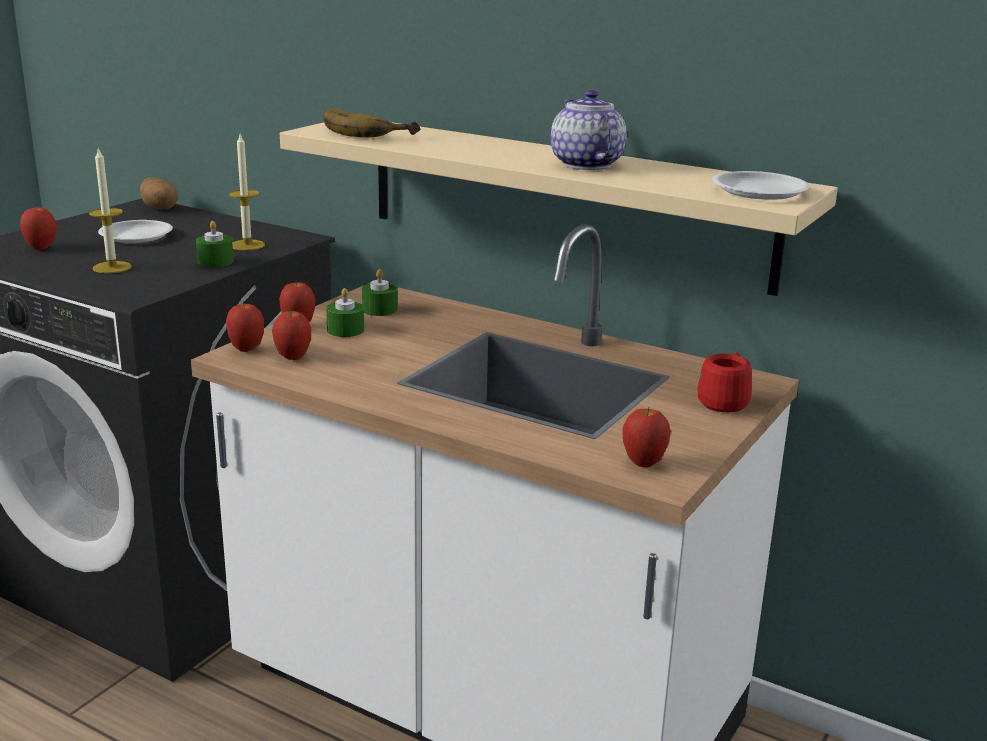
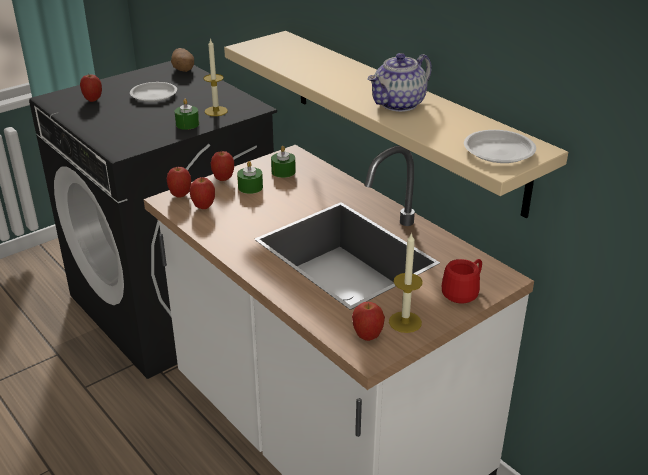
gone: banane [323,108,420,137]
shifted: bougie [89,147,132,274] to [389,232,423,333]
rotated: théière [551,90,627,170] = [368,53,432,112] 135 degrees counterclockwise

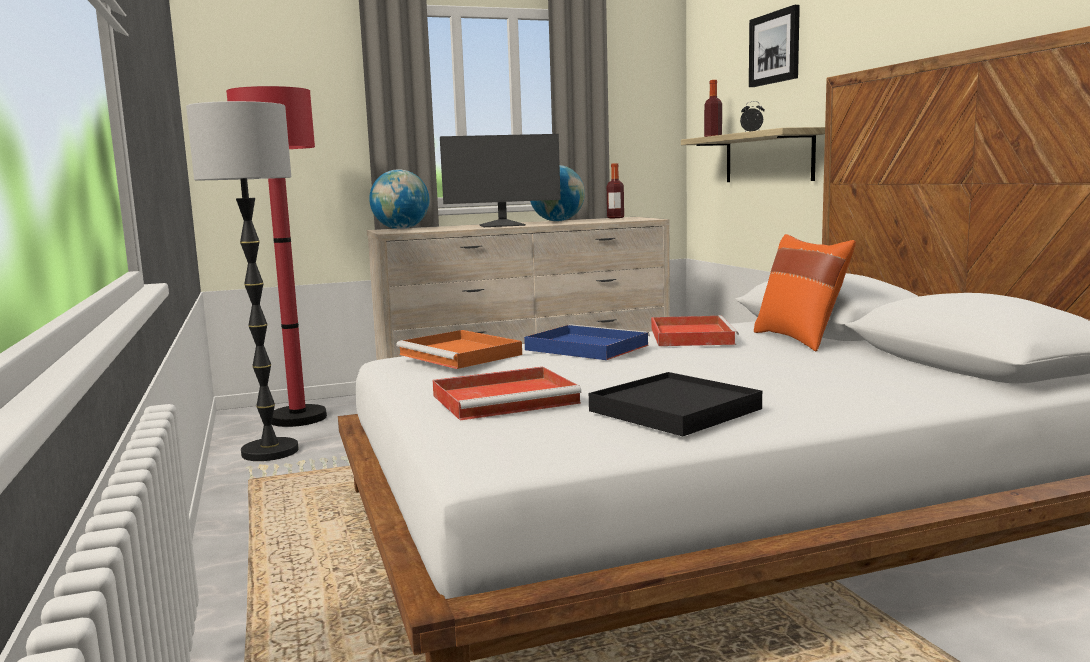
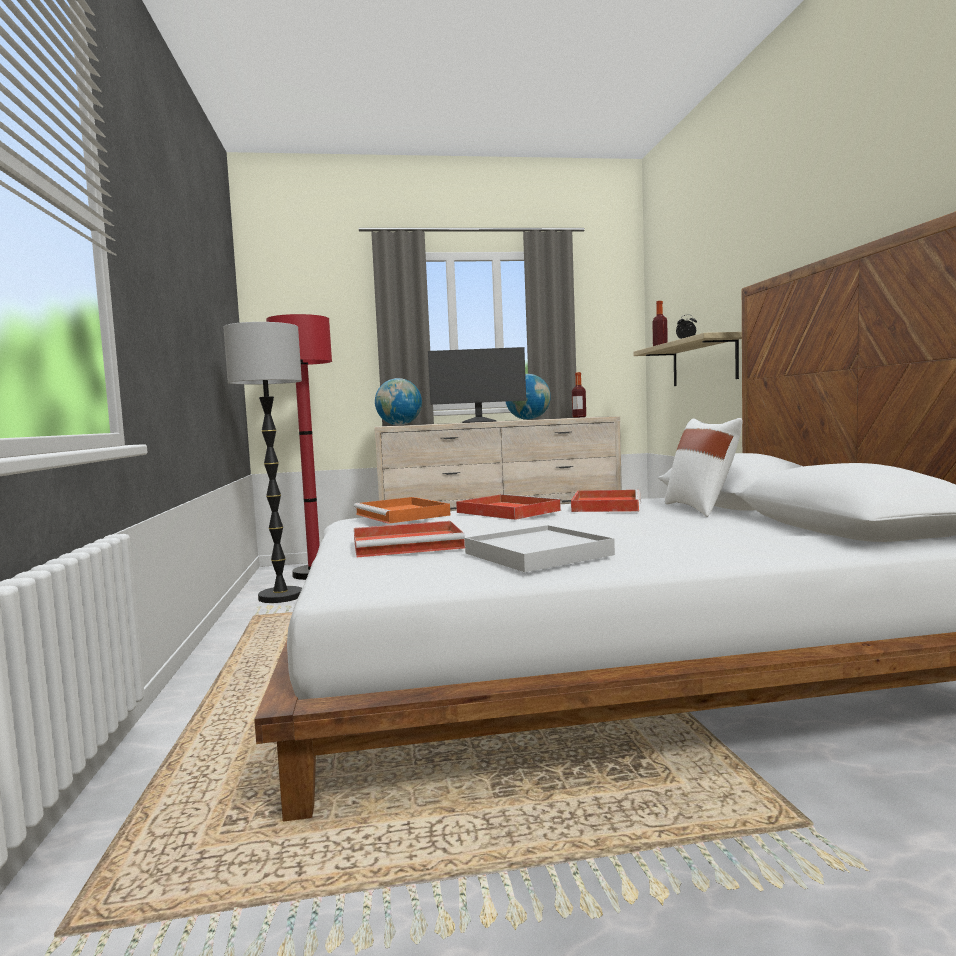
gone: tableau [749,5,800,87]
repainted: coussin [orange] [754,234,856,351] to coussin [blanc] [665,418,743,517]; plateau [bleu] [524,324,650,360] to plateau [rouge] [456,494,562,520]; plateau [noir] [589,372,762,436] to plateau [blanc] [465,525,615,572]

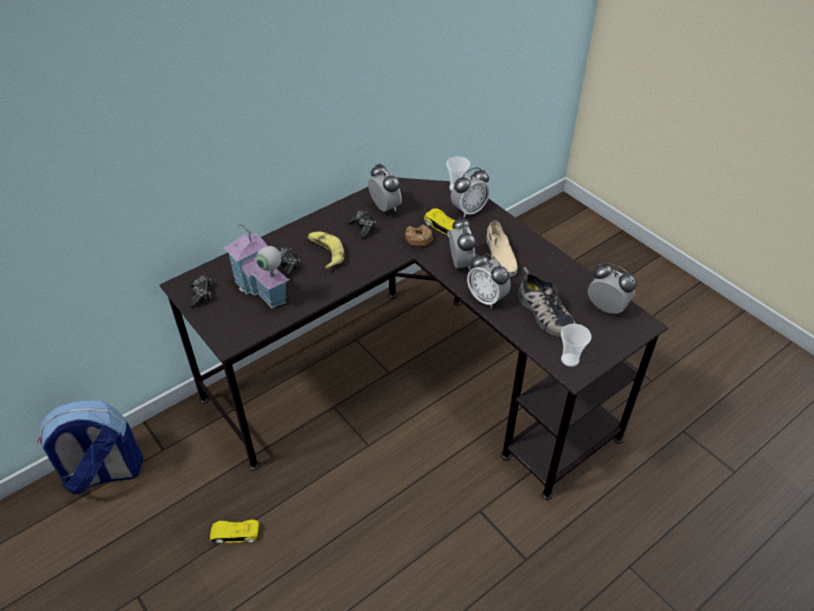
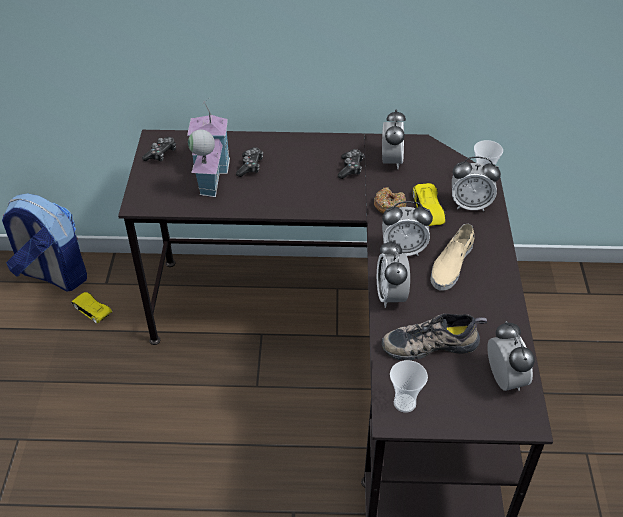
gone: banane [308,232,344,269]
shifted: petite voiture [jaune] [210,519,259,543] to [71,292,112,323]
rotated: réveil [449,217,476,271] = [382,201,433,256] 60 degrees clockwise; chaussure [517,267,576,337] = [382,314,487,360] 75 degrees clockwise

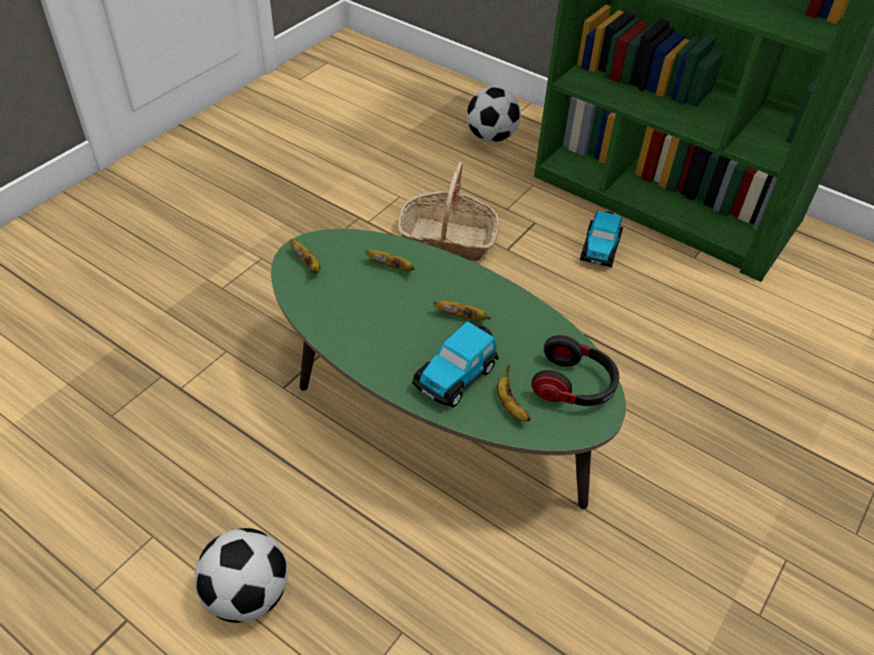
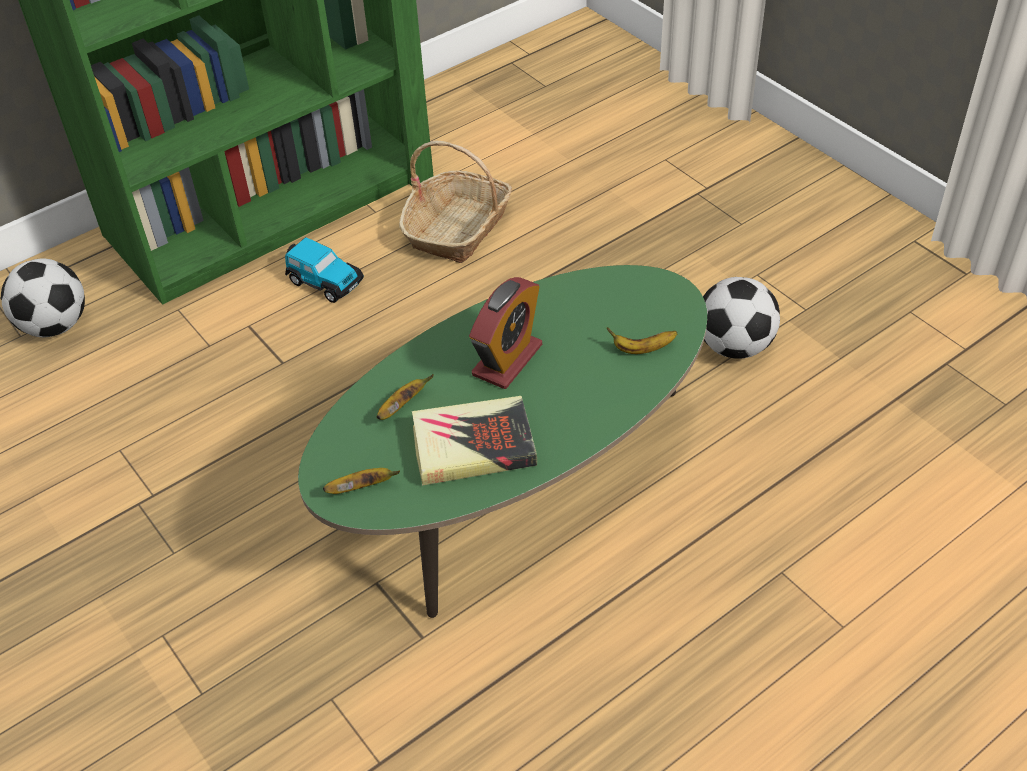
gone: petite voiture [412,321,499,407]; casque audio [532,335,619,406]
new: livre [412,396,537,486]
shifted: panier [398,162,499,261] to [399,140,512,263]; ballon de foot [194,528,288,623] to [703,277,780,359]
swapped: banane [434,300,491,321] to réveil [469,277,542,389]

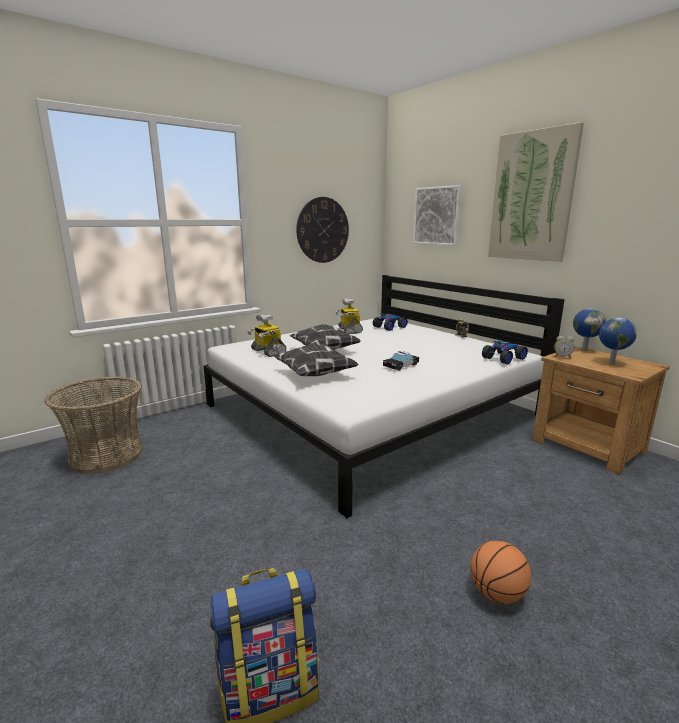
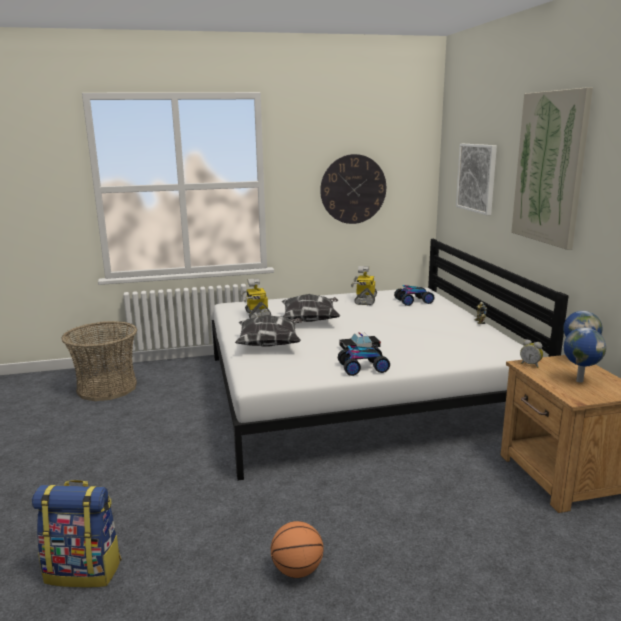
shifted: petite voiture [482,341,528,364] to [338,345,390,376]

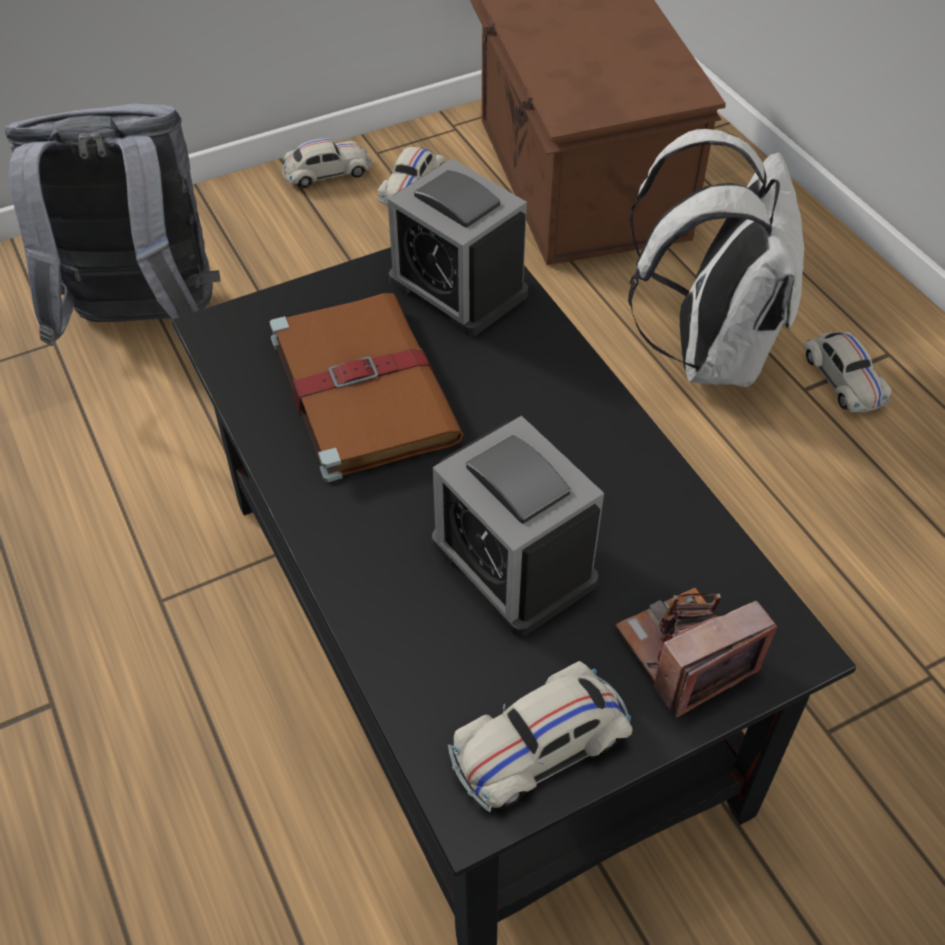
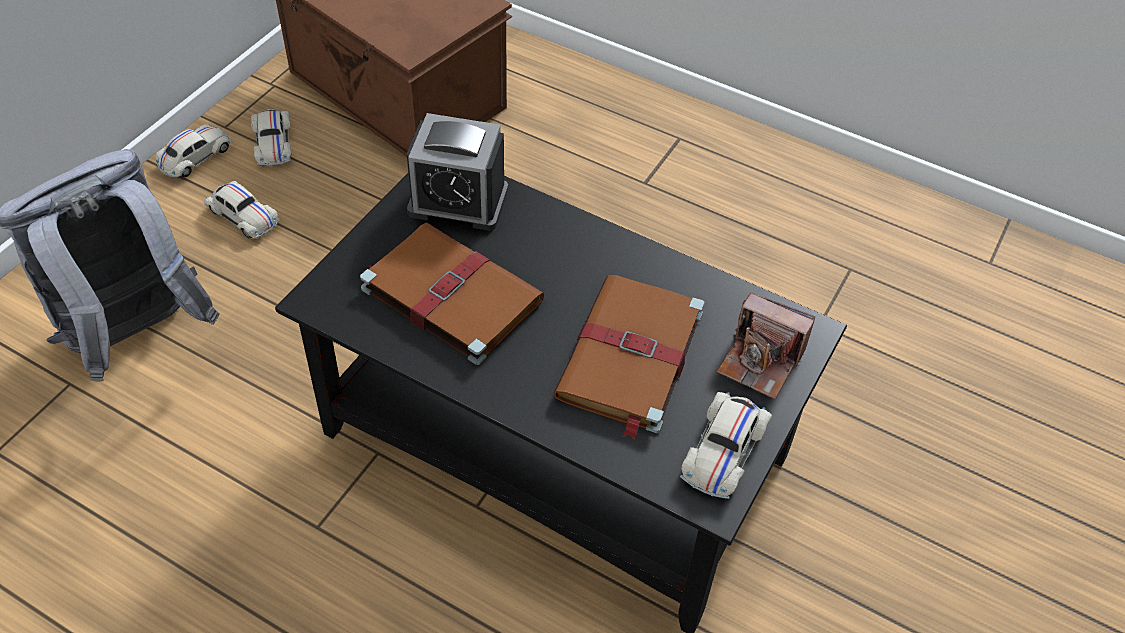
gone: sac à dos [blanc] [628,129,804,387]
shifted: petite voiture [blanc] [803,332,892,413] to [204,181,280,239]
swapped: réveil [432,416,604,636] to livre [marron] [553,275,705,440]
rotated: appareil photo [615,588,777,718] = [717,293,815,399] 90 degrees counterclockwise

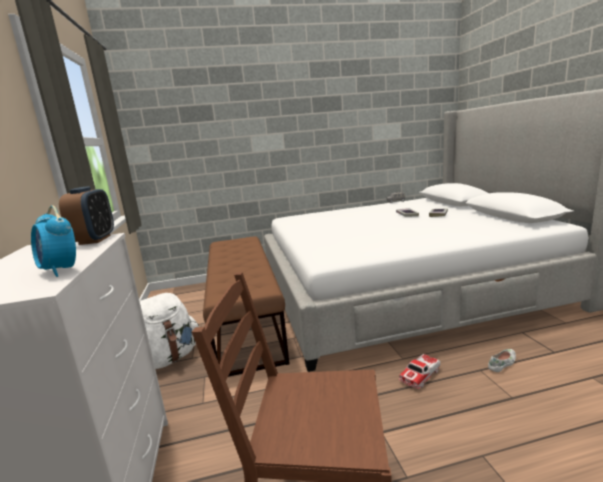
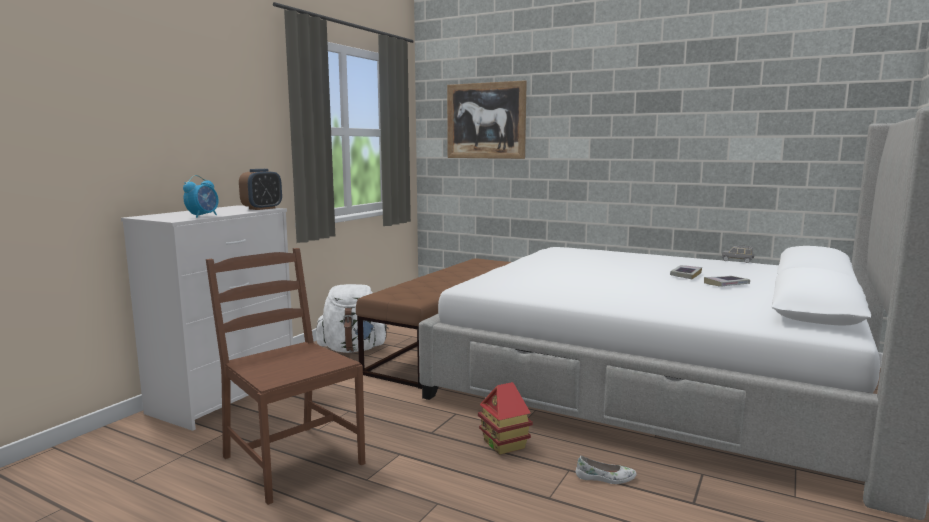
new: tableau [447,80,527,159]
swapped: petite voiture [399,354,440,389] to maison miniature [478,382,533,455]
rotated: réveil [31,205,76,277] = [183,175,219,218] 150 degrees counterclockwise

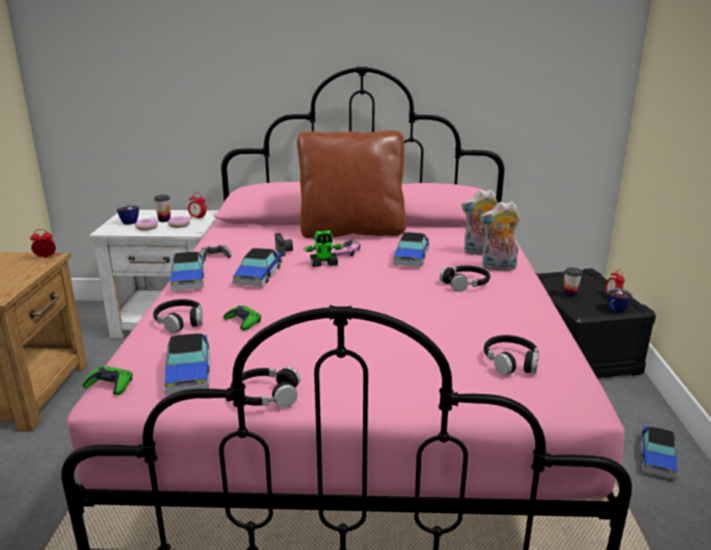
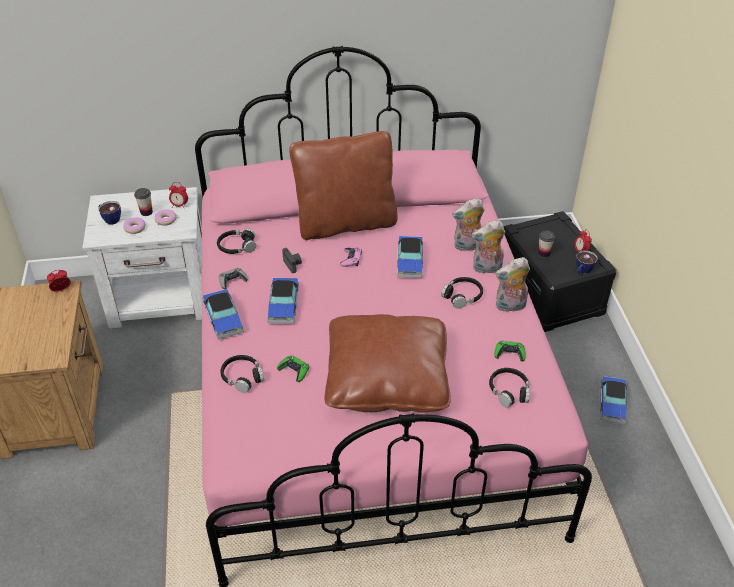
gone: robot jouet [303,230,345,267]; petite voiture [164,333,210,395]
new: peluche [495,257,530,312]; coussin [marron] [324,314,451,413]
shifted: manette [vert] [82,366,132,395] to [494,341,526,362]; casque audio [noir] [230,366,301,408] to [217,229,256,254]

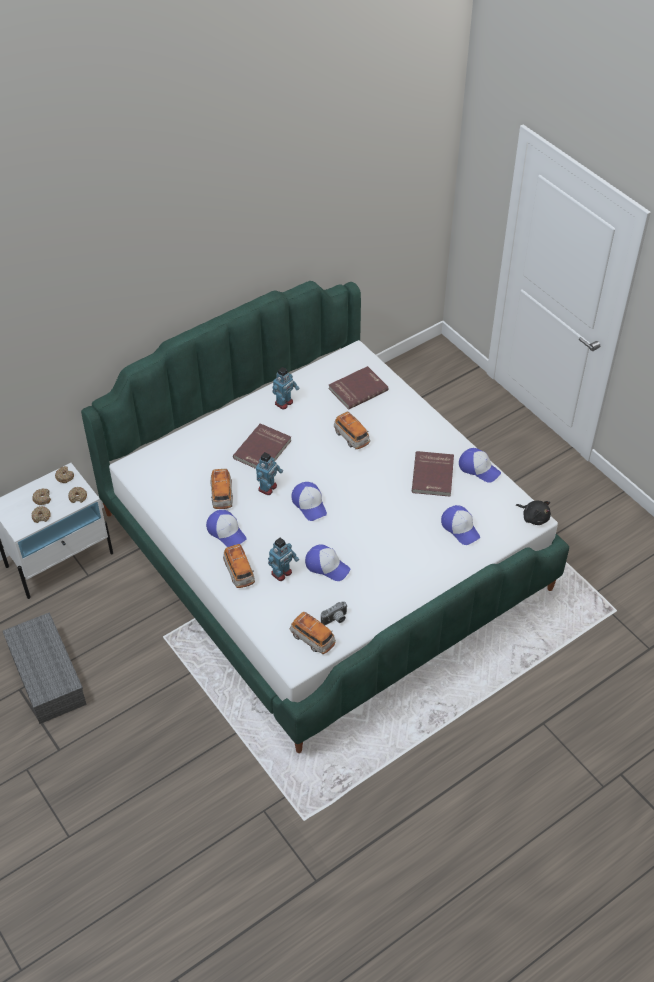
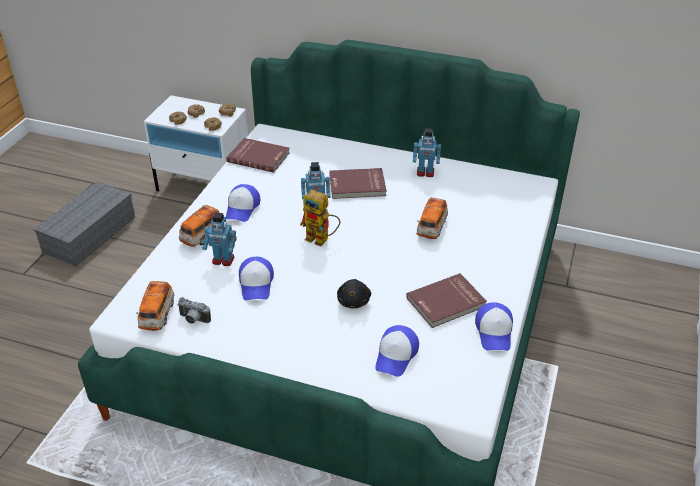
gone: petite voiture [210,469,233,509]
shifted: livre [rouge] [329,366,389,410] to [226,138,290,173]; peluche [noir] [515,501,551,525] to [337,279,371,308]
swapped: casquette [292,482,327,521] to robot jouet [300,189,340,246]

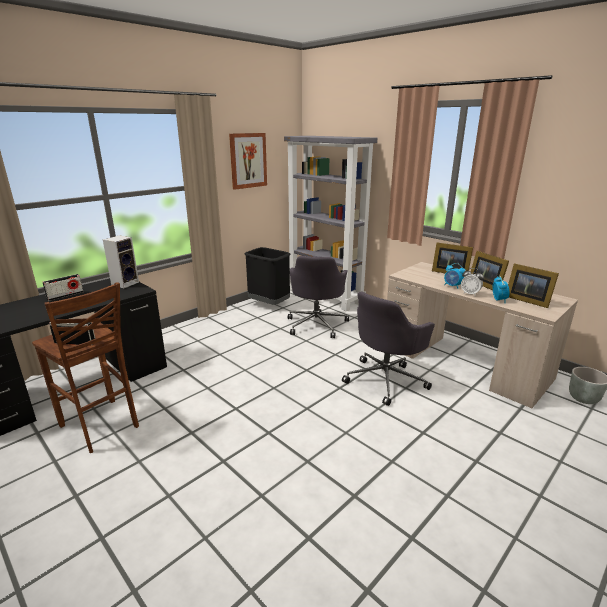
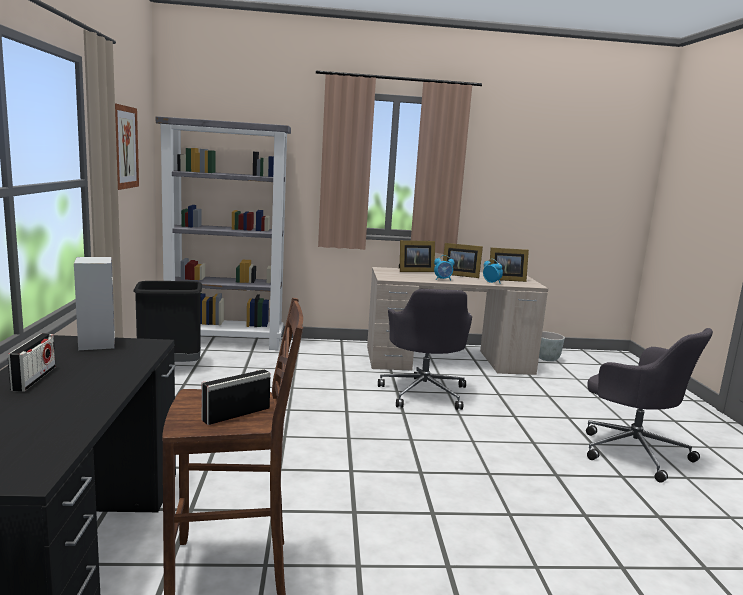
gone: réveil [461,268,484,296]
shifted: chaise de bureau [gris] [288,256,349,338] to [586,328,713,483]

